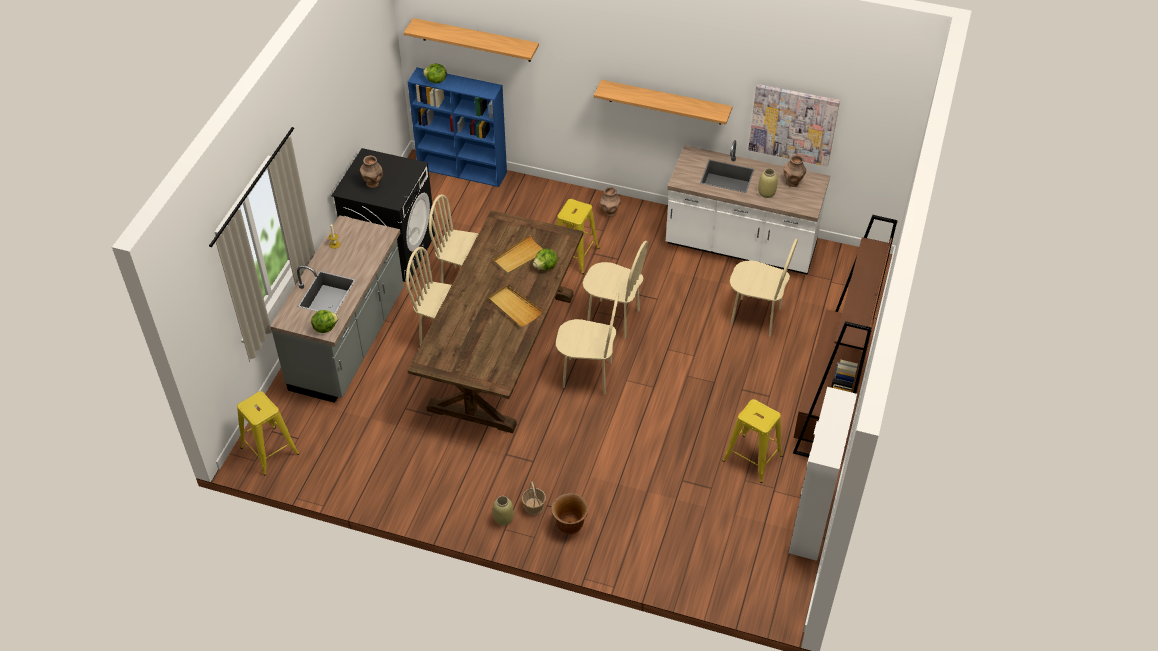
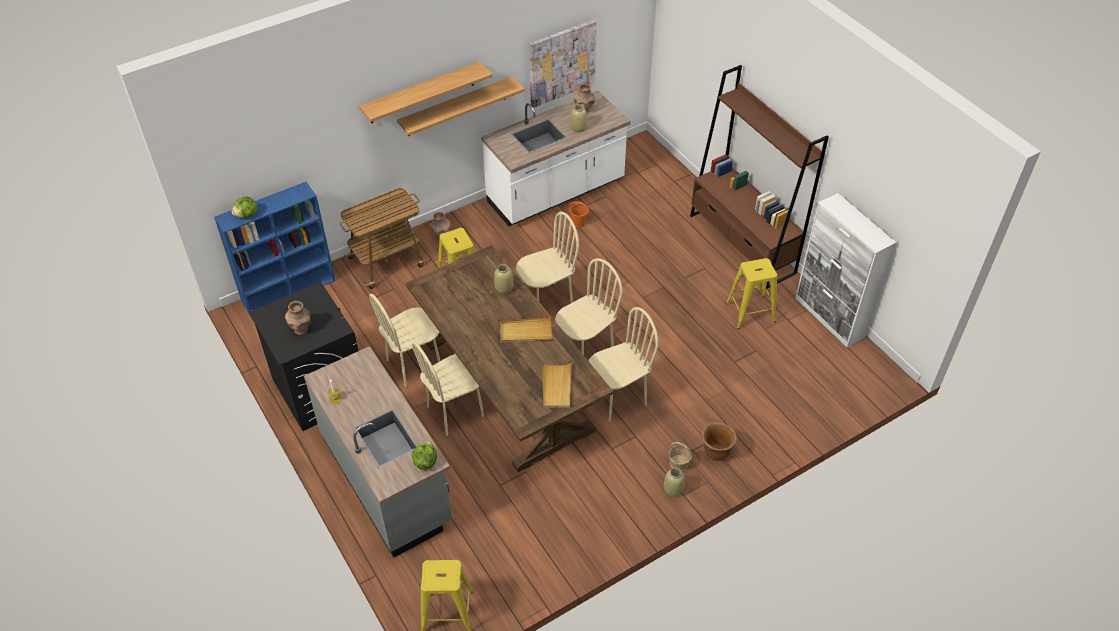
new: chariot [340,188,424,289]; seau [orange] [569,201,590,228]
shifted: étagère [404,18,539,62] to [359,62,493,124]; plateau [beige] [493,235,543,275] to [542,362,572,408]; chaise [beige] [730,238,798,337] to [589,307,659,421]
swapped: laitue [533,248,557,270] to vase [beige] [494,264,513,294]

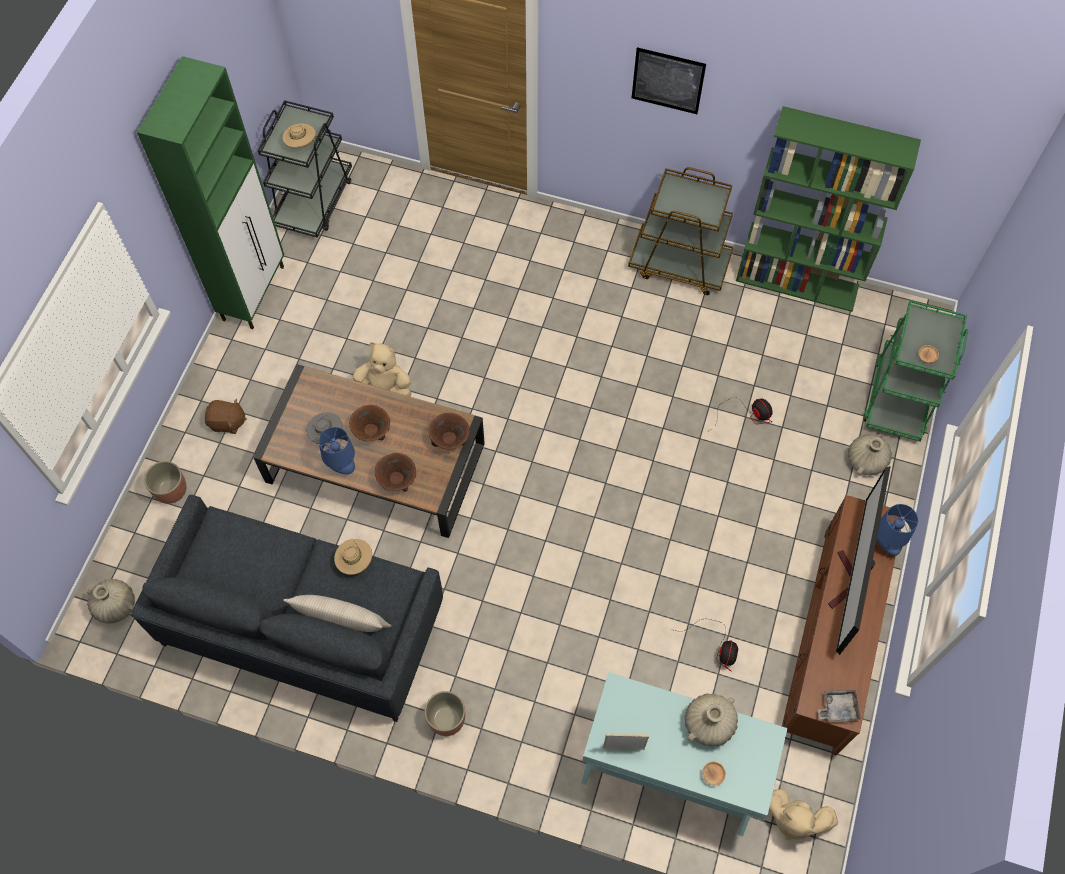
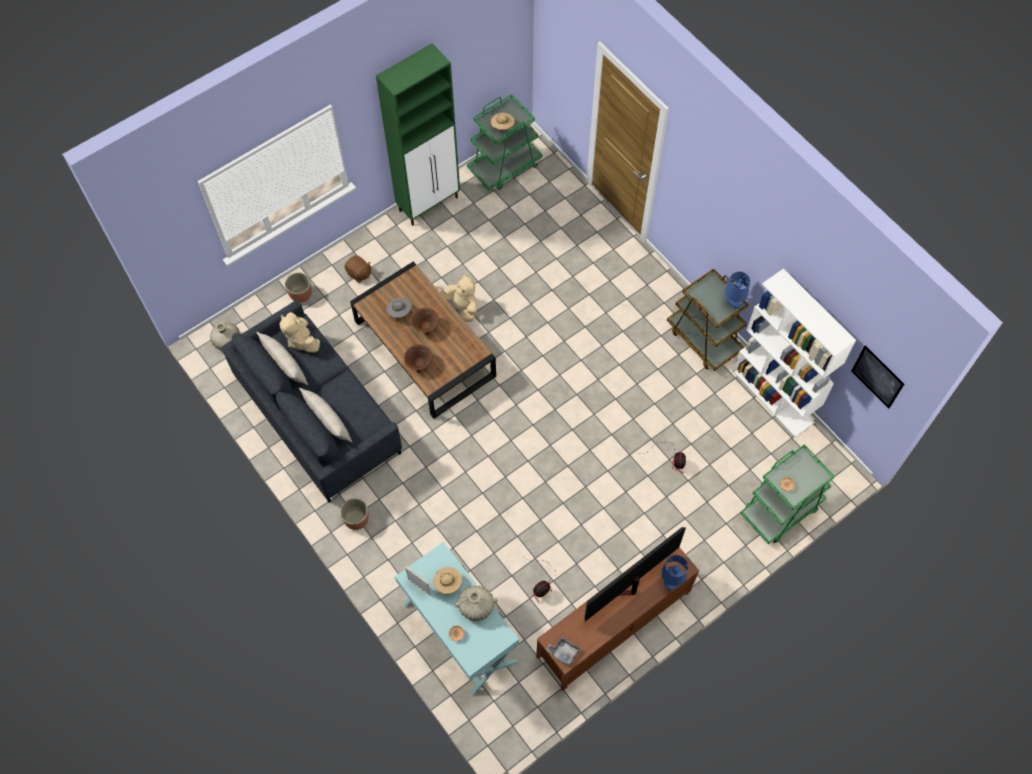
gone: bol [marron] [429,413,470,449]; vase [beige] [848,434,892,475]
new: coussin [beige] [257,332,308,385]
shifted: tableau [632,47,706,114] to [852,345,904,409]; lampe de table [bleu] [319,427,355,474] to [725,272,750,309]; chapeau [beige] [334,539,372,575] to [433,567,462,594]; peluche [beige] [769,789,838,841] to [279,312,320,353]
repainted: chariot [noir] [258,100,352,237] to chariot [vert] [467,94,542,191]; bibliothèque [vert] [736,106,921,312] to bibliothèque [blanc] [733,268,856,437]

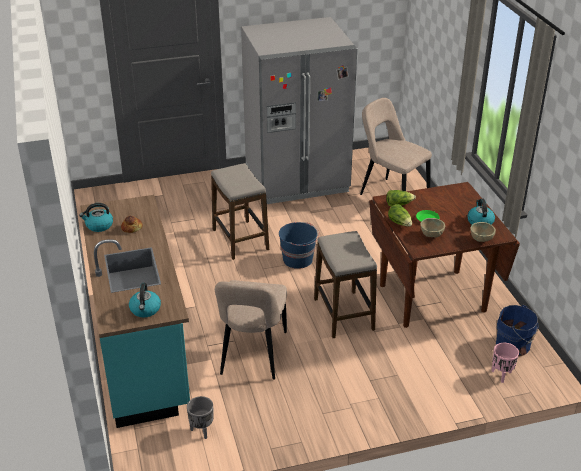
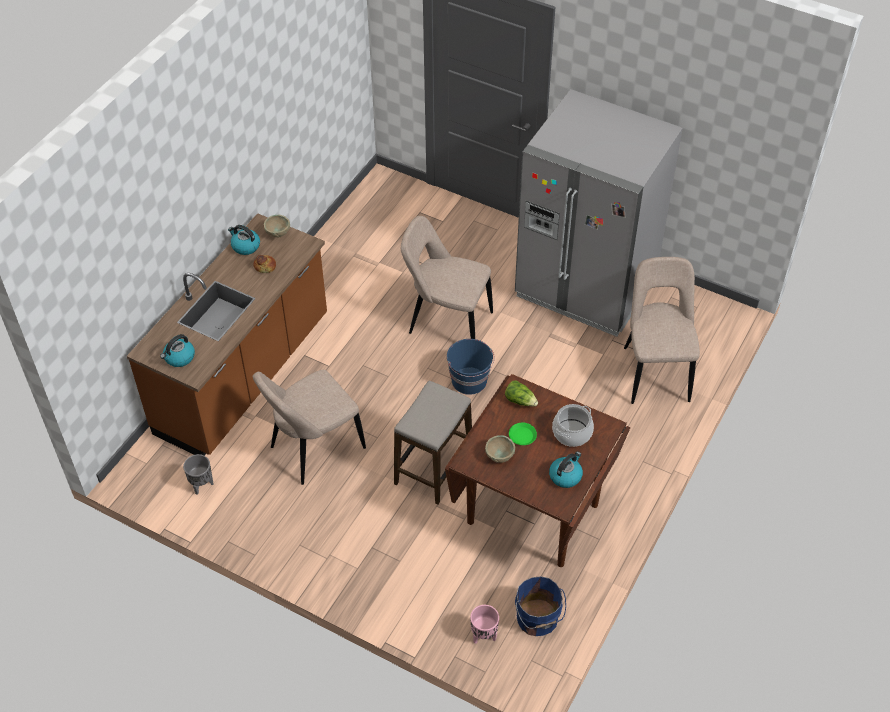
gone: laitue [388,204,412,227]
new: marmite [552,404,594,447]
shifted: bol [beige] [470,222,496,242] to [264,215,290,237]
swapped: tabouret [211,163,269,260] to chaise [beige] [401,216,493,339]
repainted: comptoir de cuisine [turquoise] [80,195,190,428] to comptoir de cuisine [marron] [127,213,327,456]

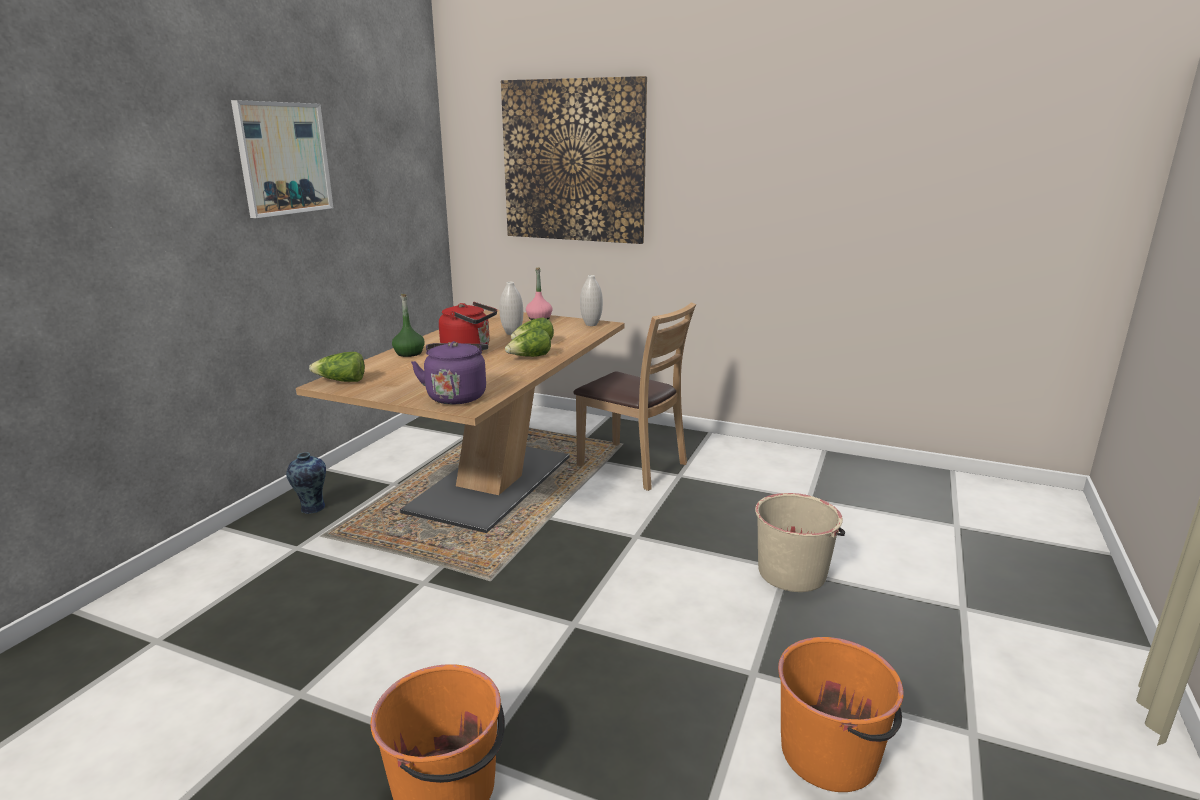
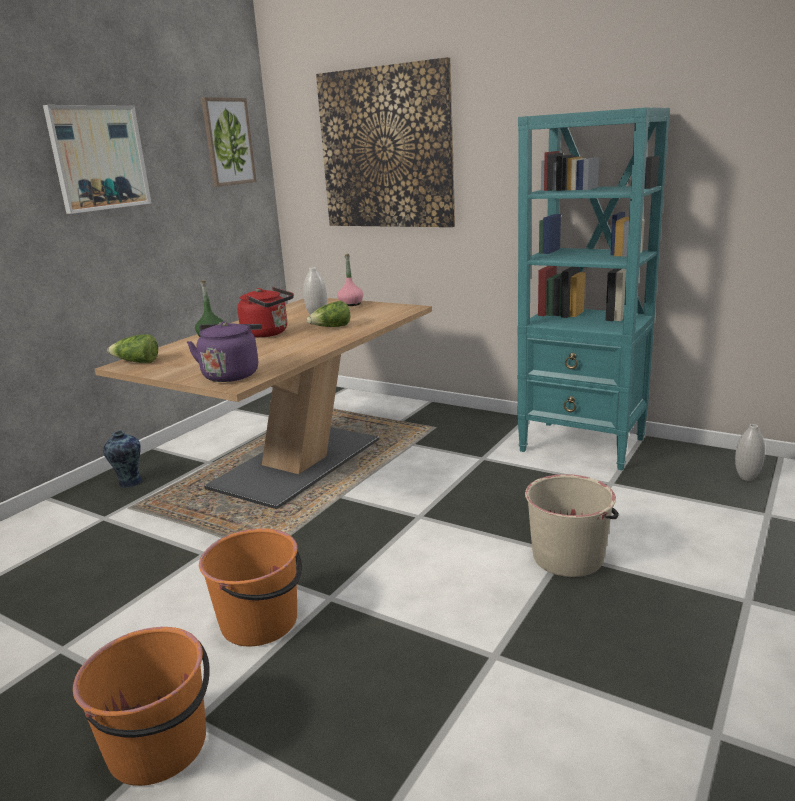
gone: chaise [marron] [573,302,696,491]; laitue [505,328,551,357]
new: tableau [201,97,257,187]; bibliothèque [turquoise] [517,107,670,470]
shifted: vase [blanc] [580,275,603,326] to [735,424,765,481]; seau [orange] [778,637,904,792] to [199,528,302,646]

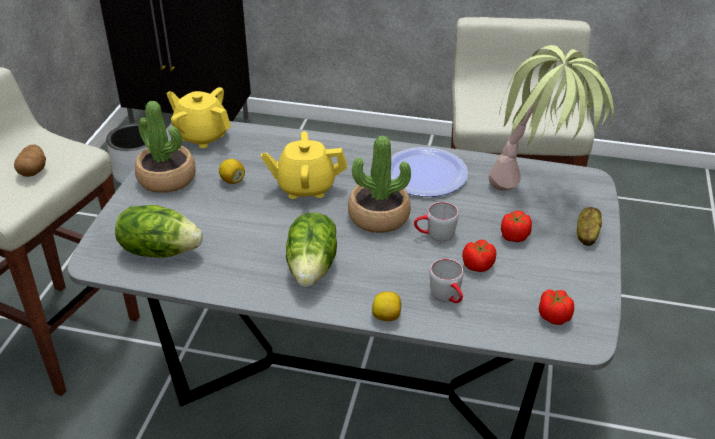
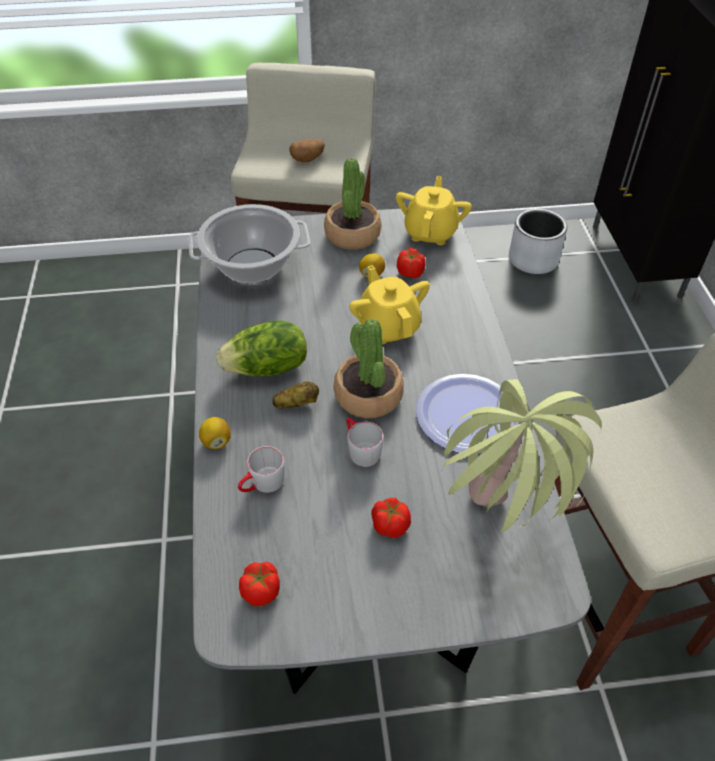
shifted: pomme de terre [577,207,602,246] to [273,381,319,409]; tomate [462,240,496,272] to [397,248,426,278]
swapped: laitue [115,205,203,258] to marmite [189,204,310,284]

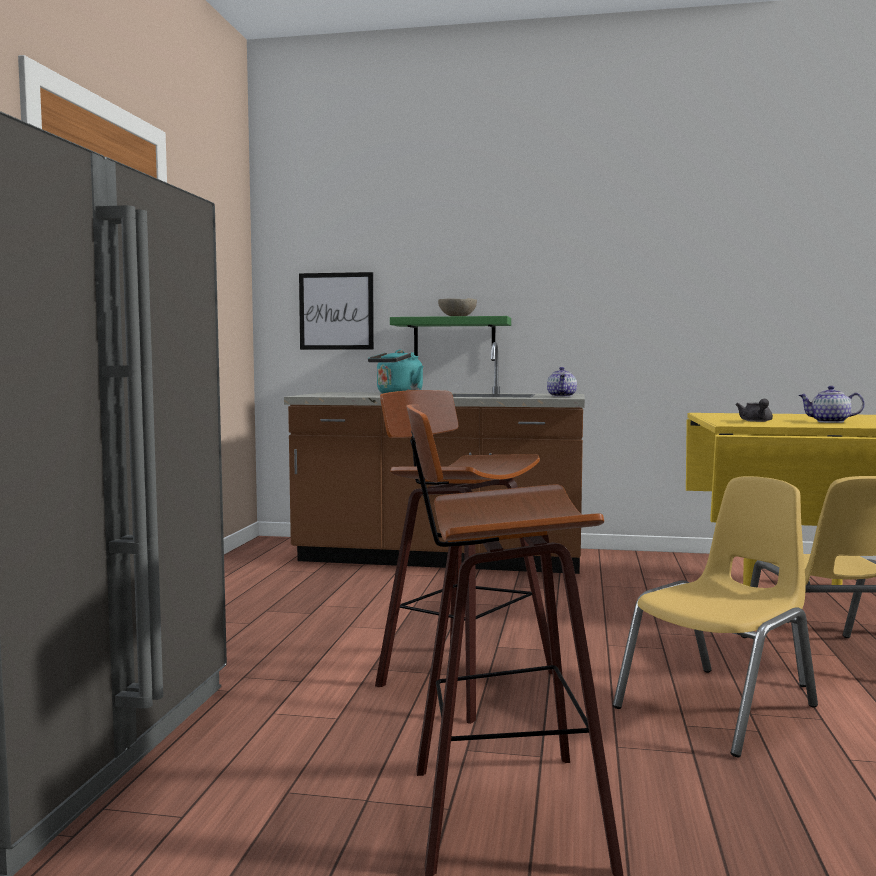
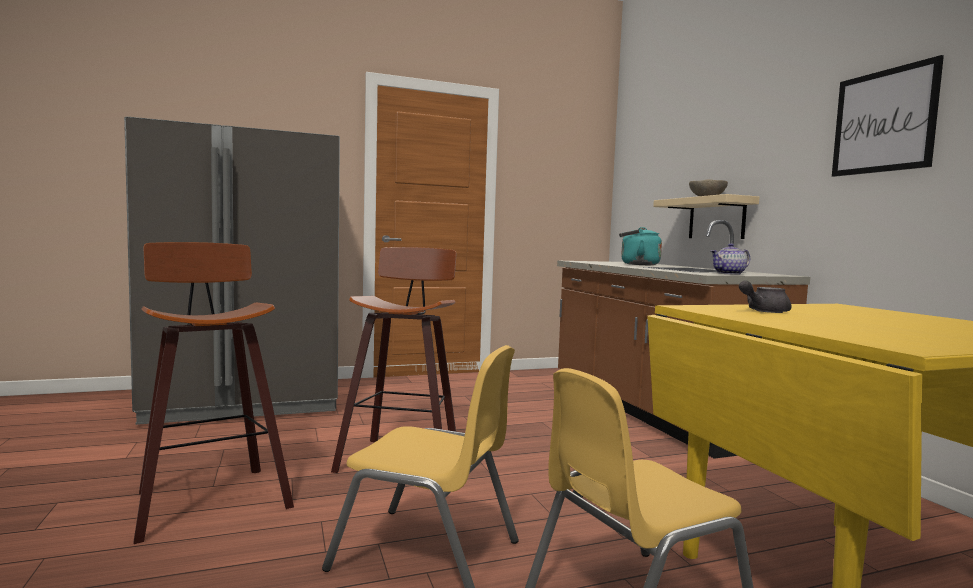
gone: théière [798,386,865,423]
shifted: tableau [299,272,374,350] to [832,55,944,177]
repainted: étagère [vert] [390,316,511,361] to étagère [beige] [653,194,759,239]

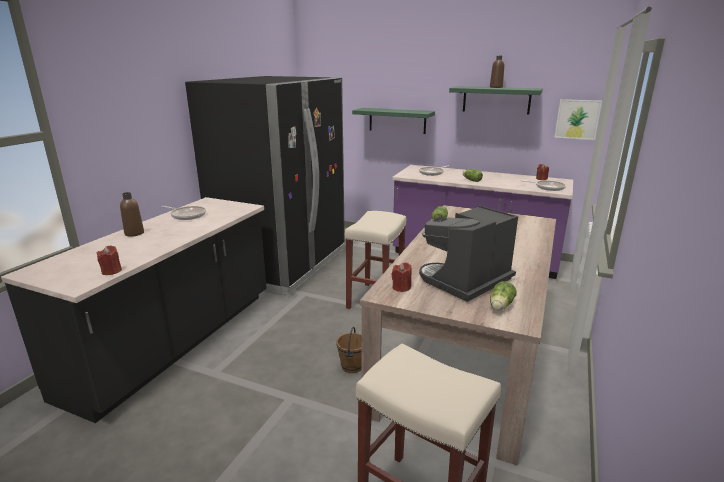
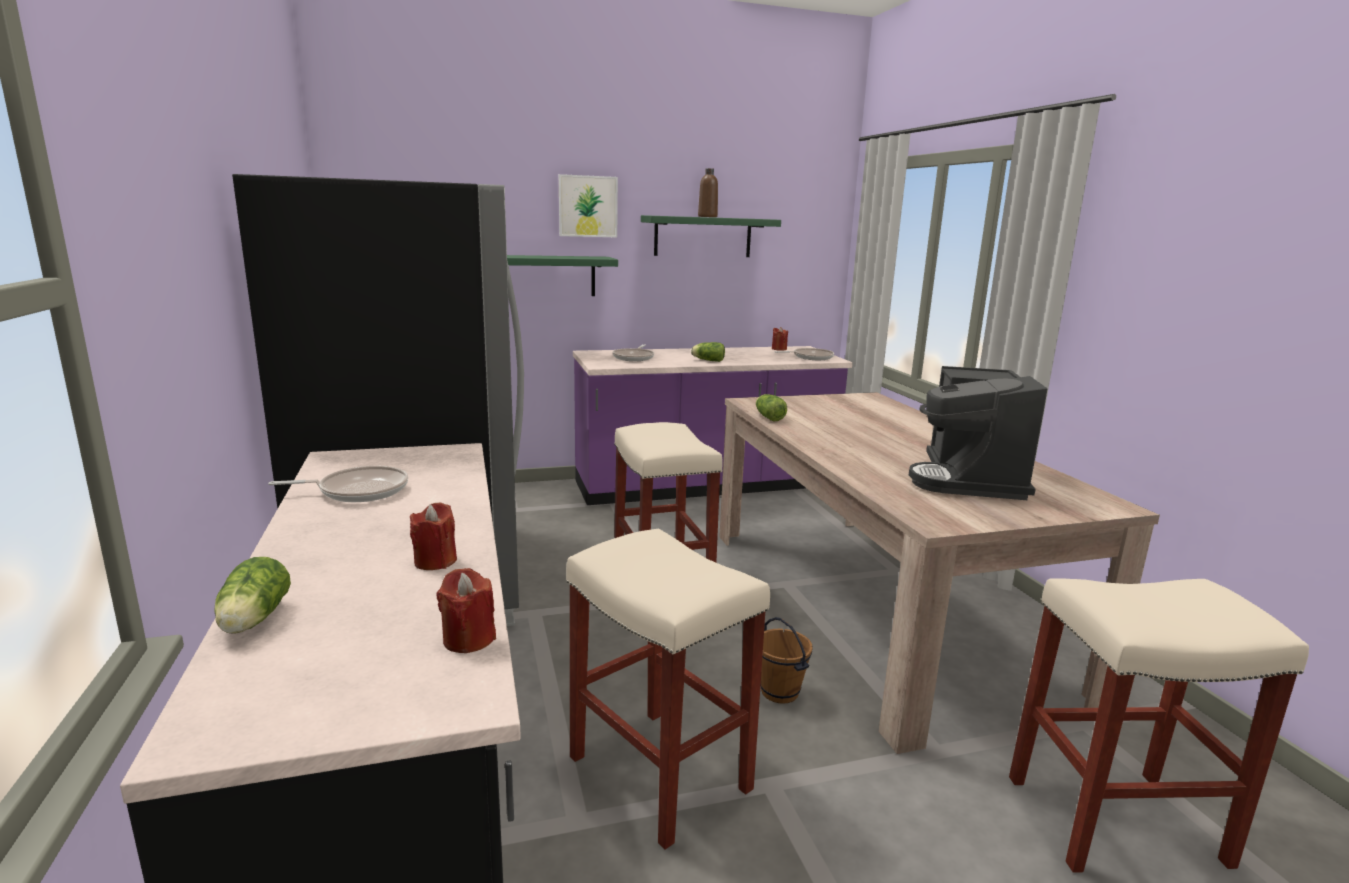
gone: bouteille [marron] [120,192,144,237]
new: tabouret [beige] [566,529,770,850]
shifted: tableau [554,99,602,140] to [559,174,618,237]; bougie [rouge] [391,262,412,292] to [410,503,457,570]; laitue [490,281,517,310] to [214,557,291,634]

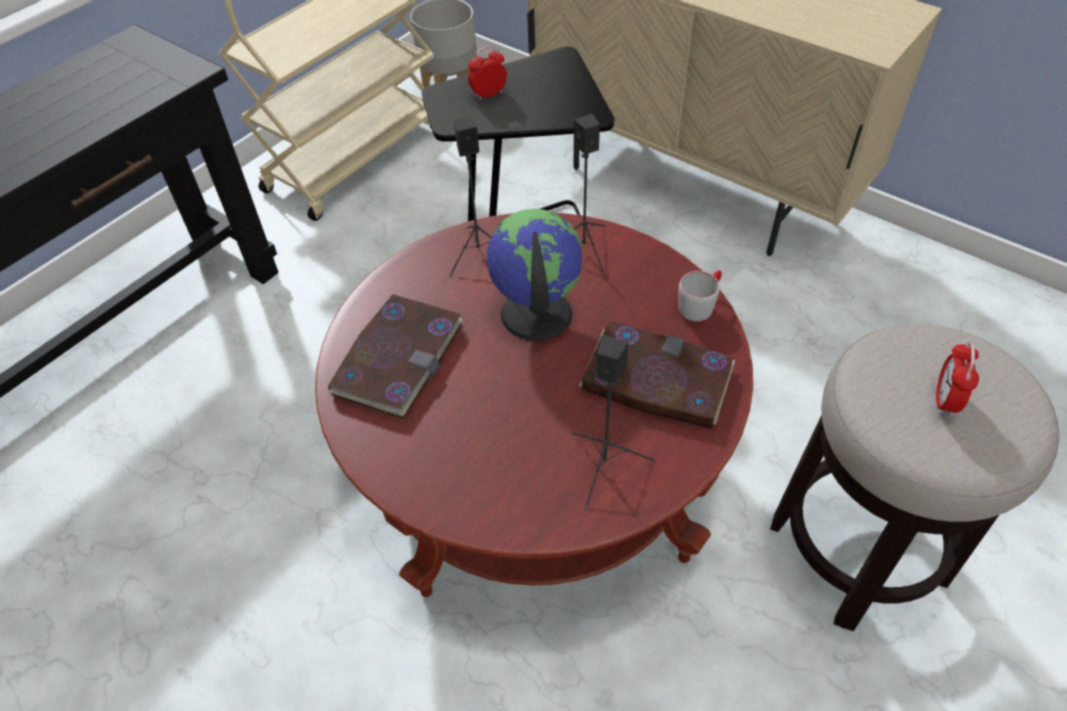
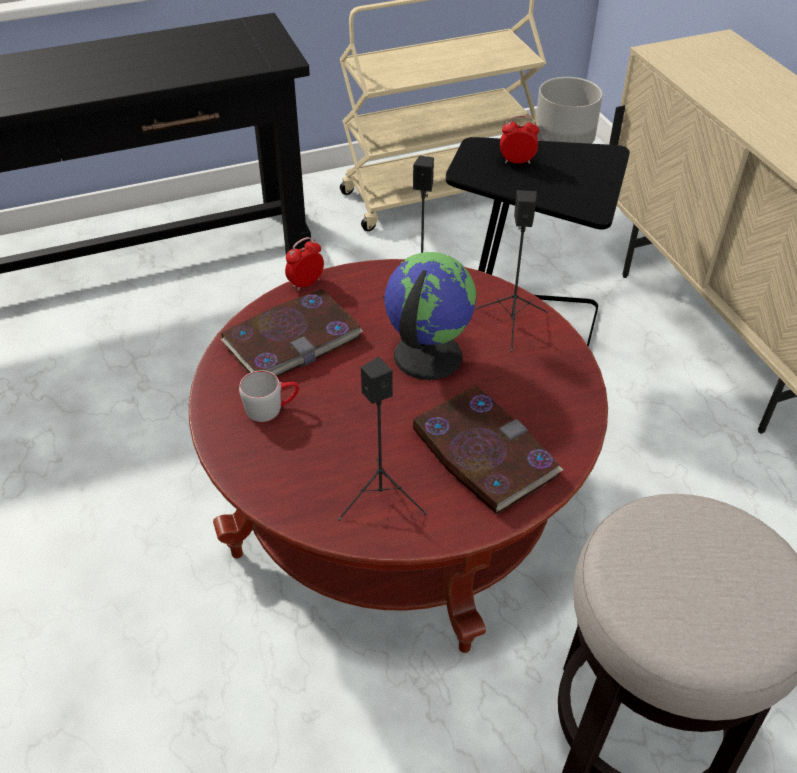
shifted: mug [gris] [679,270,722,321] to [239,370,299,422]; réveil [936,342,979,417] to [285,237,324,291]

